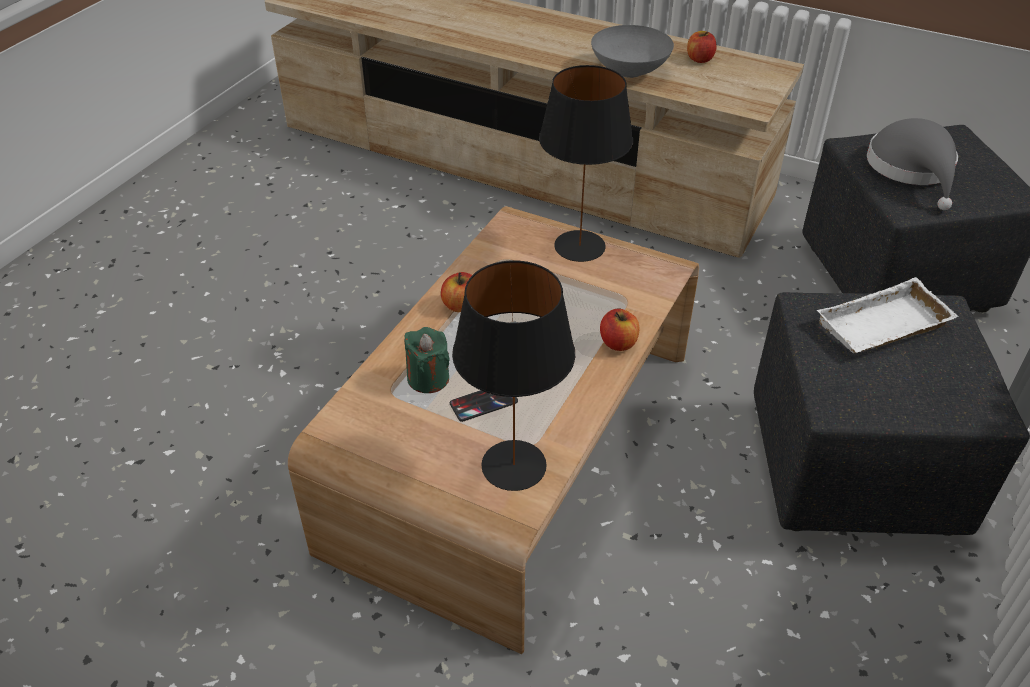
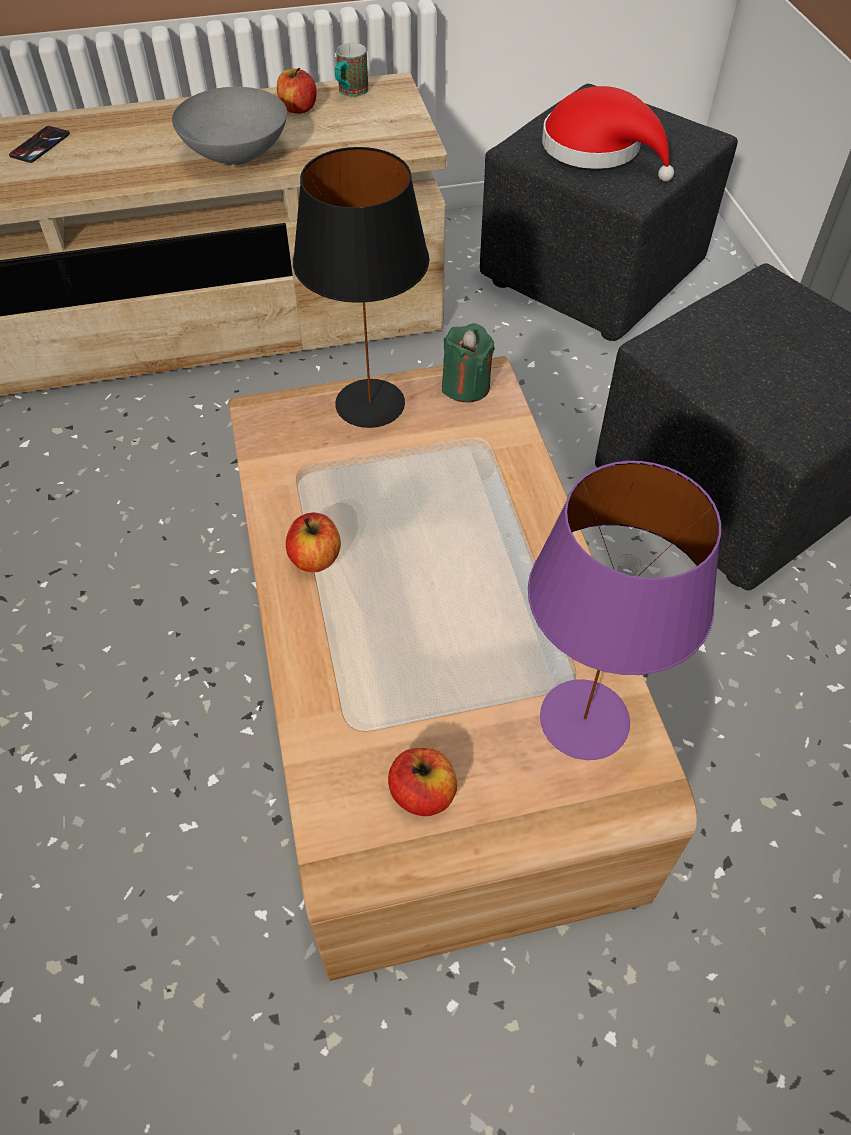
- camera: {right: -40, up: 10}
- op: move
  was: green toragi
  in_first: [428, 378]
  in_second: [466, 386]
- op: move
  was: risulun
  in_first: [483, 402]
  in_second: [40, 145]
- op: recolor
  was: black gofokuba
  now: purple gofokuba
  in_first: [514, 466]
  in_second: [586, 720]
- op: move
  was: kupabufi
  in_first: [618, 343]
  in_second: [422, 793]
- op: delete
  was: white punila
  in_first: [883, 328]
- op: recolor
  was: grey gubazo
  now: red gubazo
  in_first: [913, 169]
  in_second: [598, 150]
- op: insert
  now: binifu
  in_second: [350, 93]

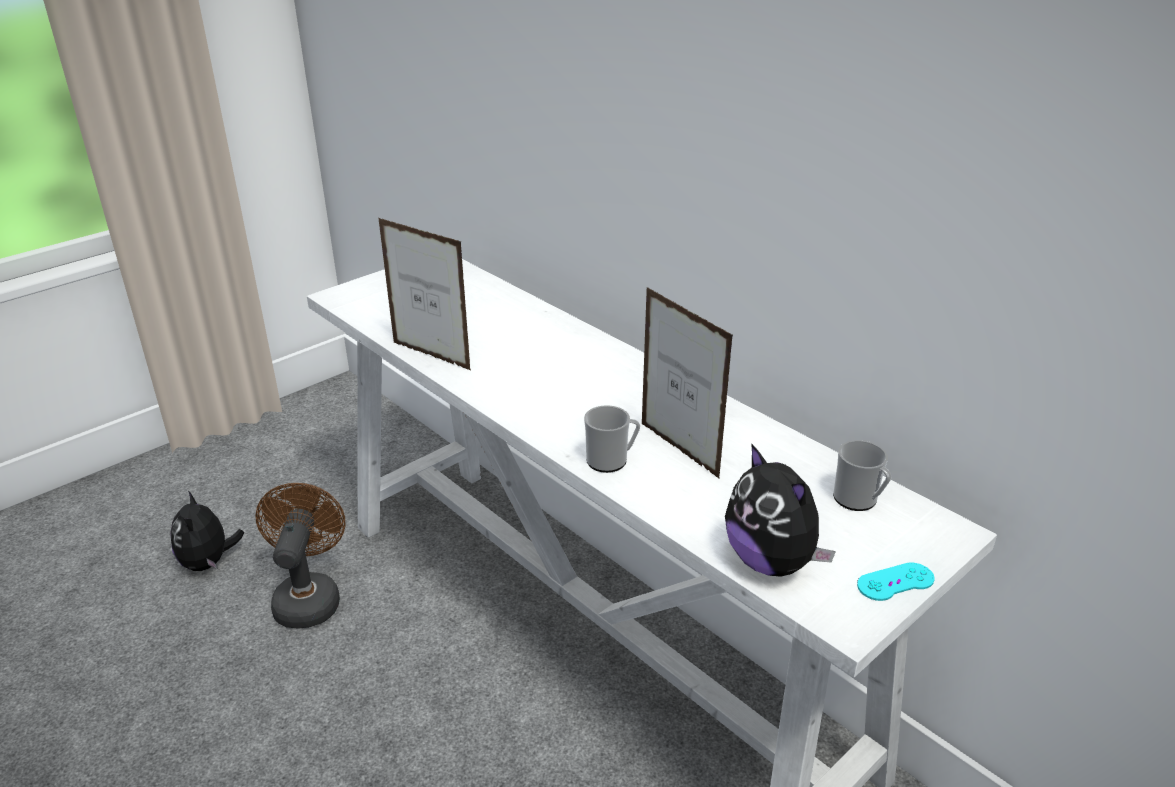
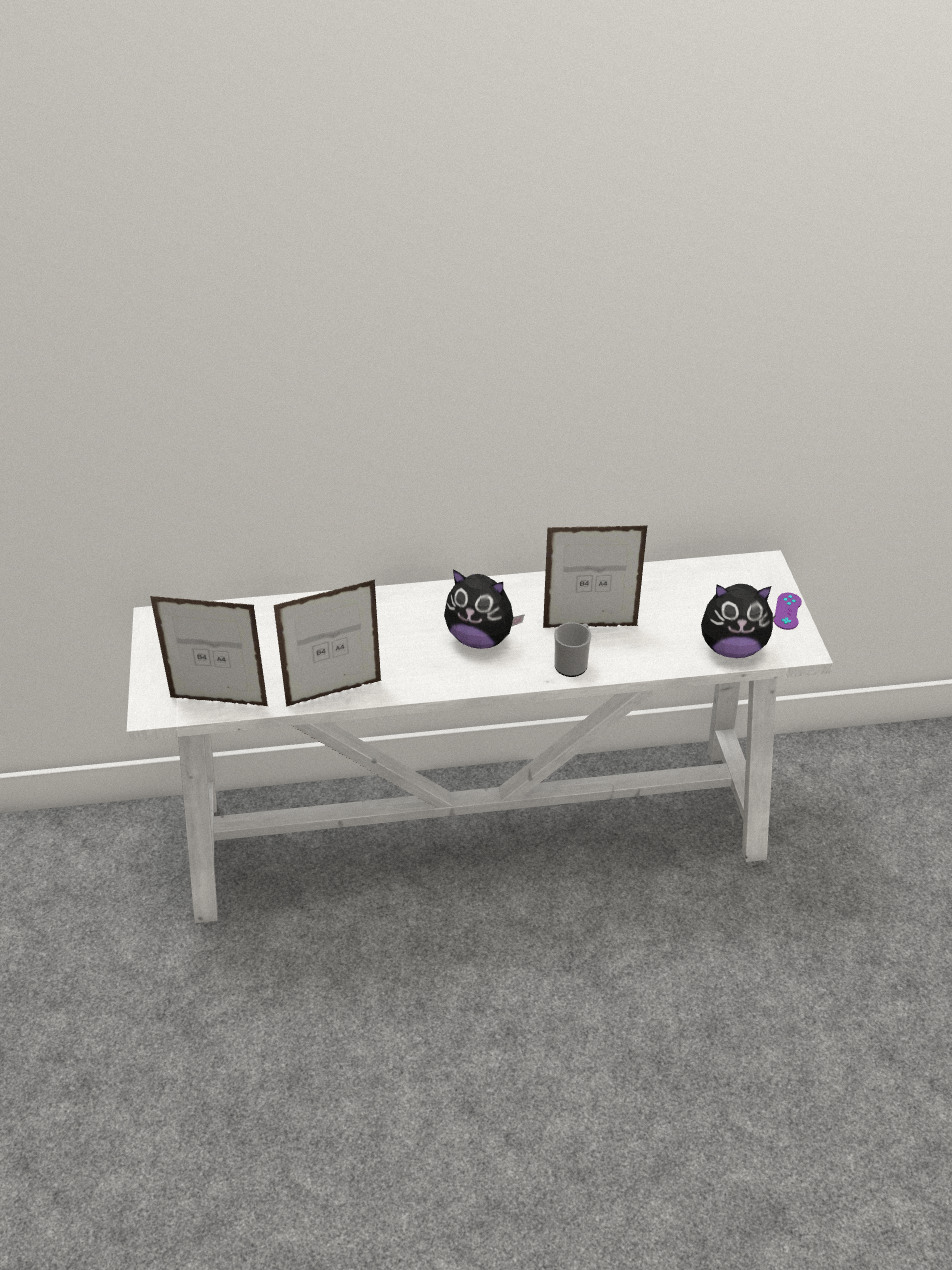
- camera: {right: -55, up: 10}
- op: move
  was: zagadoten
  in_first: [209, 562]
  in_second: [480, 638]
- op: delete
  was: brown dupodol
  in_first: [309, 597]
- op: delete
  was: binifu
  in_first: [859, 500]
- op: recolor
  was: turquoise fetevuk
  now: purple fetevuk
  in_first: [895, 582]
  in_second: [787, 611]
- op: insert
  now: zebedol
  in_second: [219, 701]

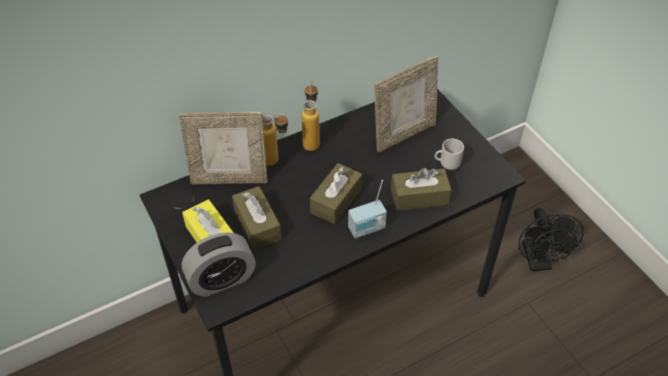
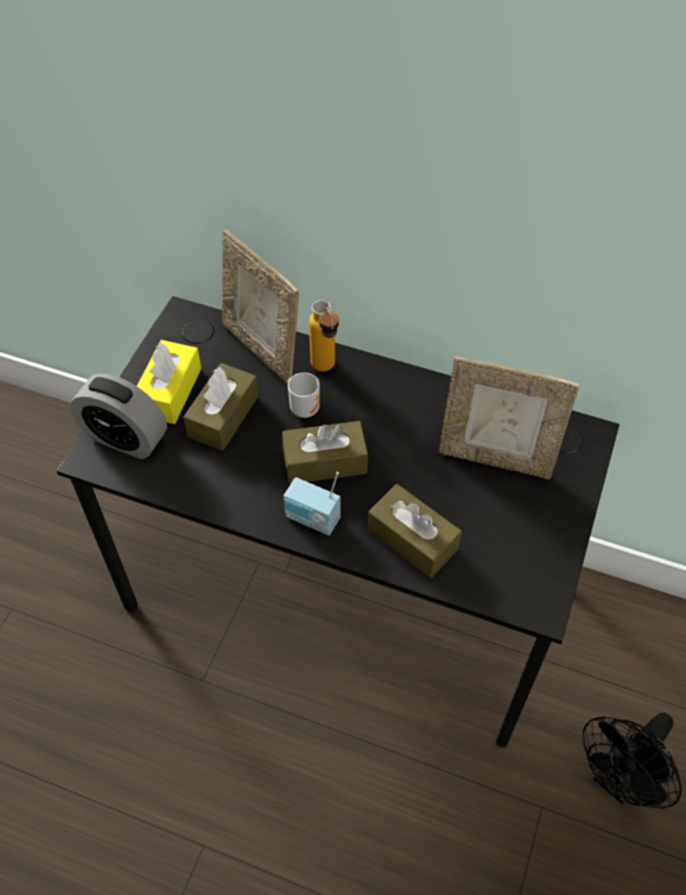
- camera: {right: 50, up: 5}
- op: delete
  was: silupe
  in_first: [311, 140]
- op: move
  was: binifu
  in_first: [448, 164]
  in_second: [304, 408]

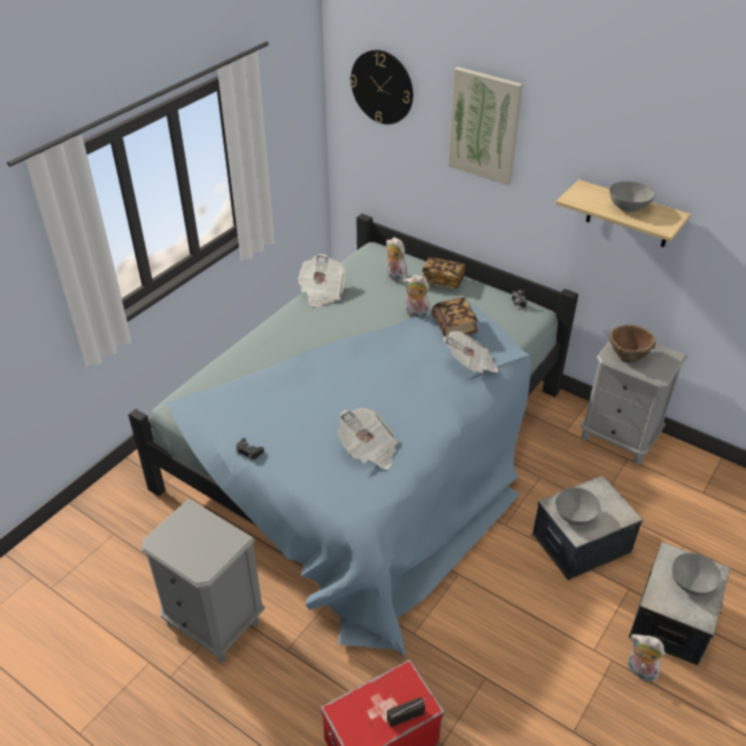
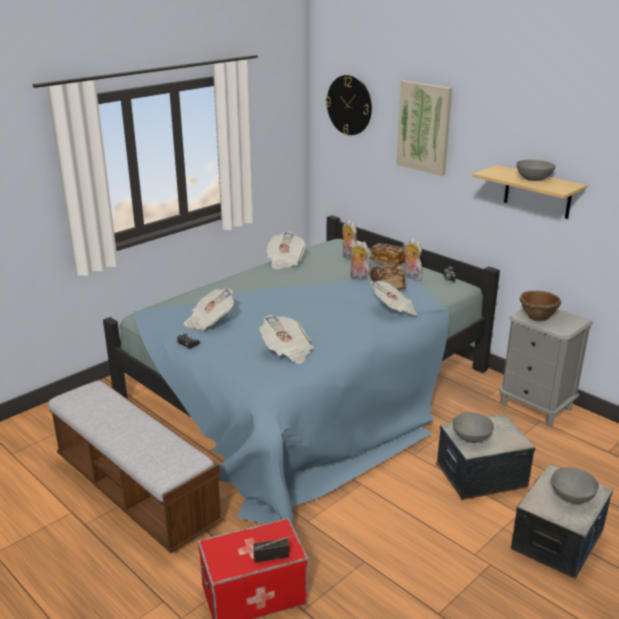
- camera: {right: 10, up: -15}
- op: replace
  was: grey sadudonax
  now: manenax
  in_first: [214, 621]
  in_second: [136, 491]
- op: move
  was: zagadoten
  in_first: [639, 671]
  in_second: [410, 277]
- op: insert
  now: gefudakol
  in_second: [209, 321]

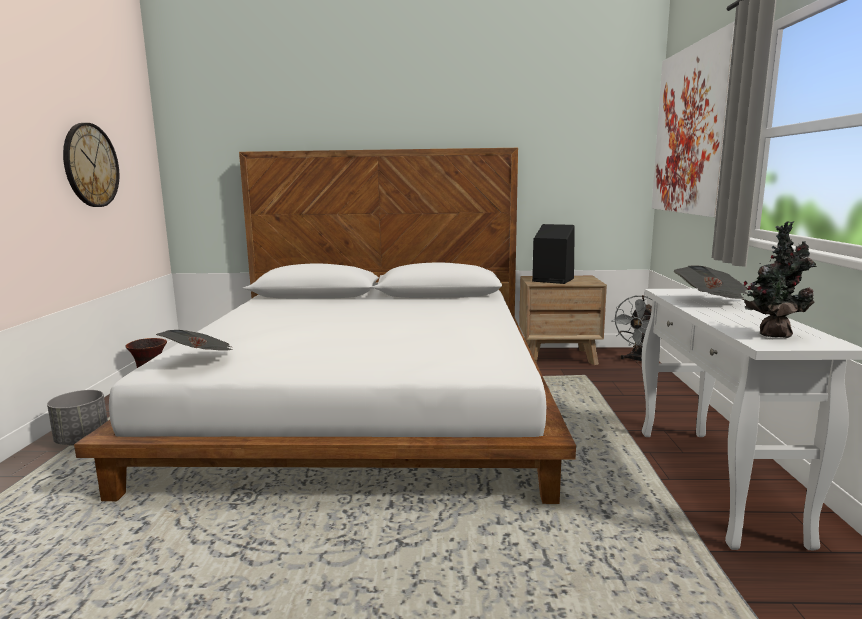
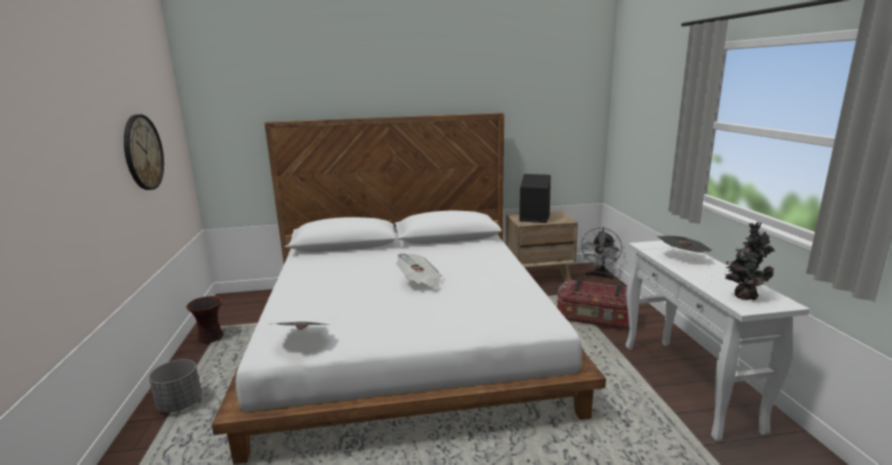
- camera: {right: -10, up: 5}
- op: delete
  was: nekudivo
  in_first: [693, 130]
- op: insert
  now: gefudakol
  in_second: [420, 282]
- op: insert
  now: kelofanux
  in_second: [595, 319]

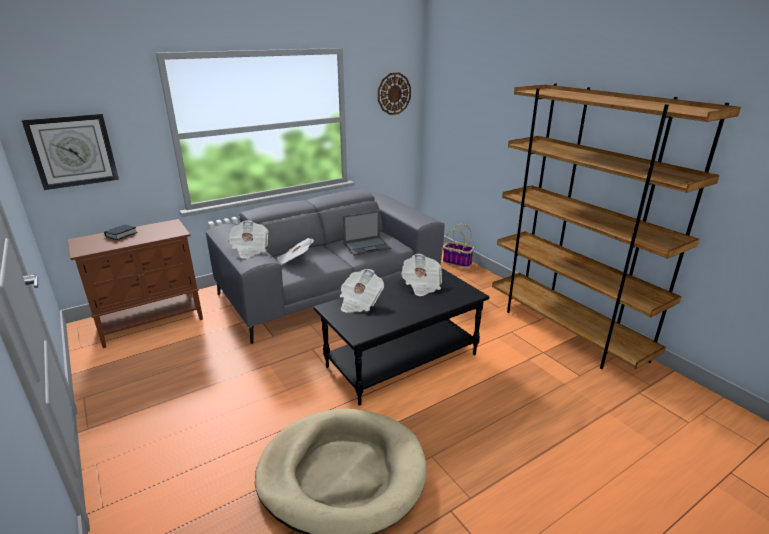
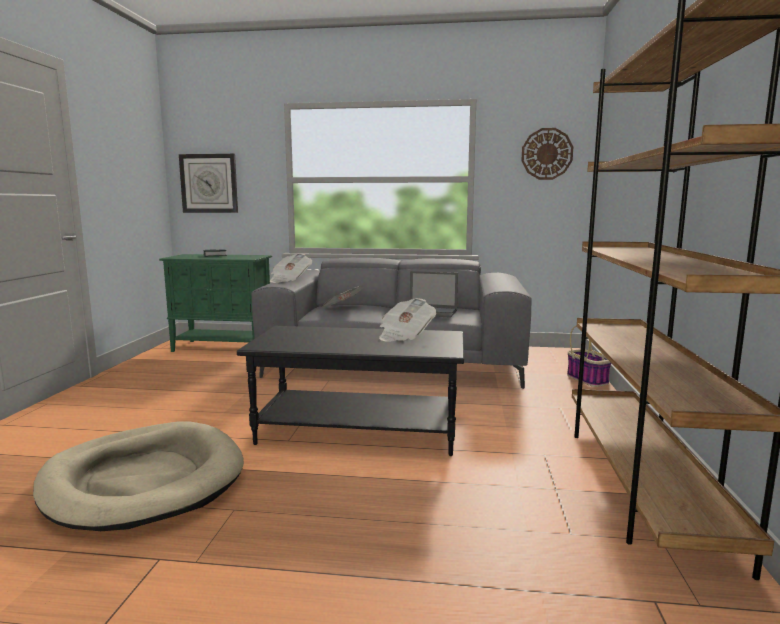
- camera: {right: 40, up: -15}
- op: recolor
  was: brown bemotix
  now: green bemotix
  in_first: [152, 322]
  in_second: [224, 347]
- op: delete
  was: gefudakol
  in_first: [359, 302]

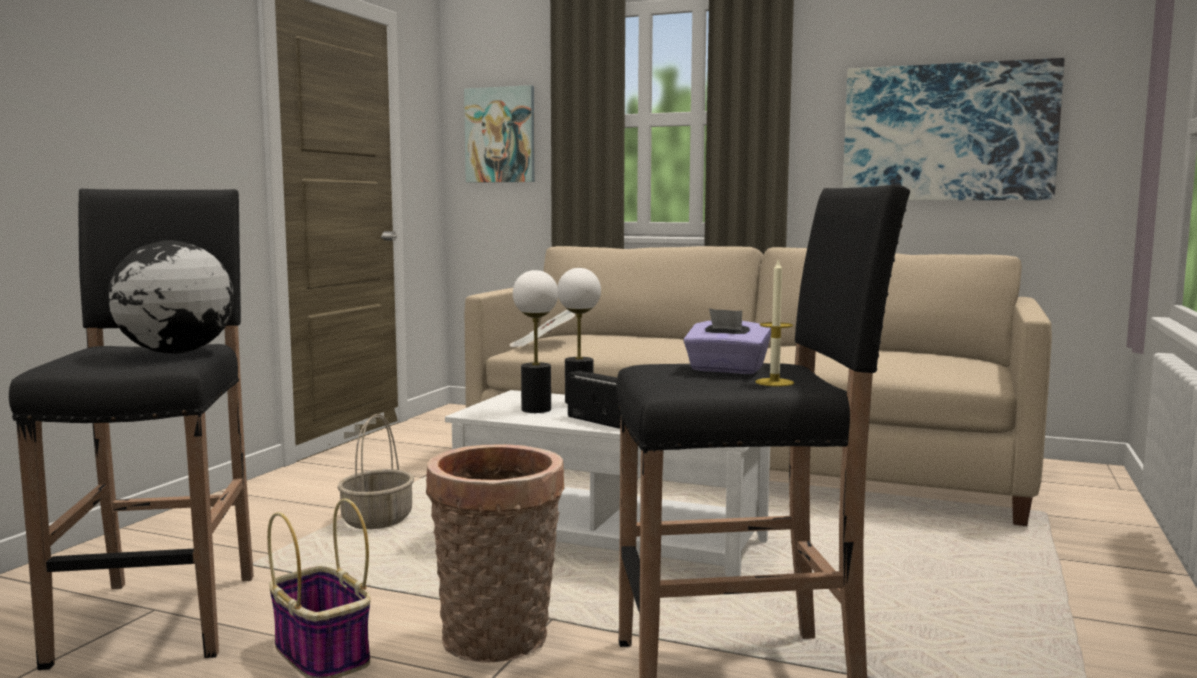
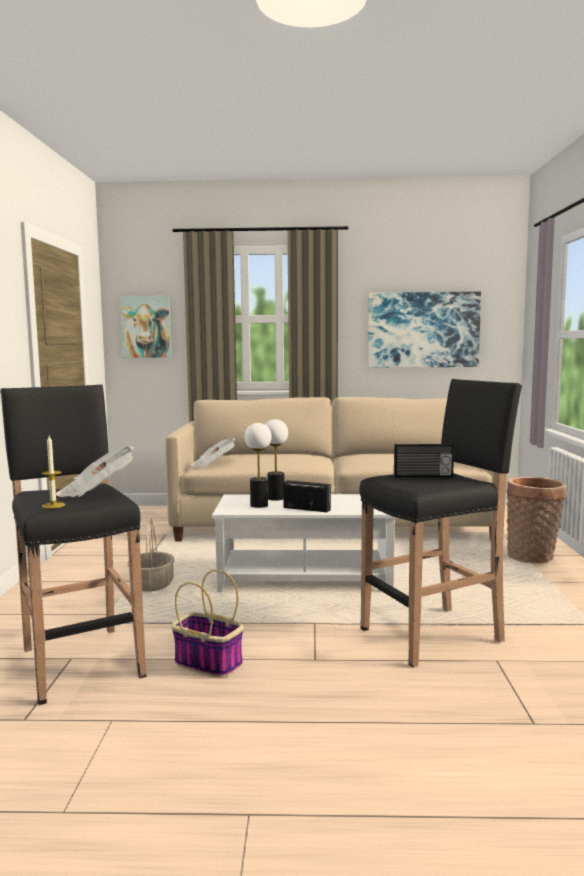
- camera: {right: -20, up: 0}
- op: replace
  was: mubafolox
  now: gefudakol
  in_first: [174, 353]
  in_second: [97, 492]
- op: move
  was: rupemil
  in_first: [498, 642]
  in_second: [533, 557]
- op: replace
  was: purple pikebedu
  now: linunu
  in_first: [726, 370]
  in_second: [423, 476]
- op: move
  was: toragi
  in_first: [774, 382]
  in_second: [53, 505]

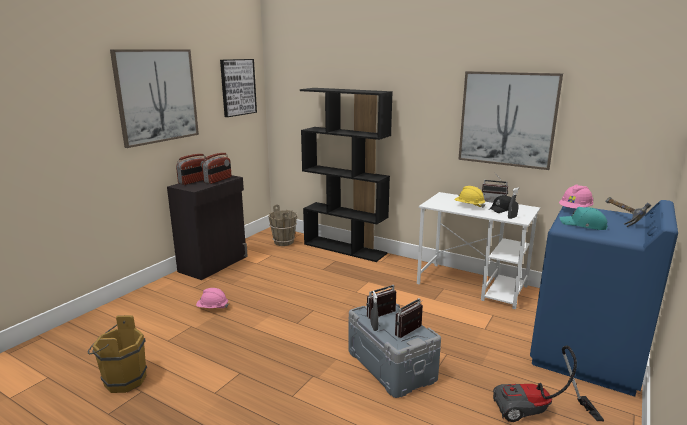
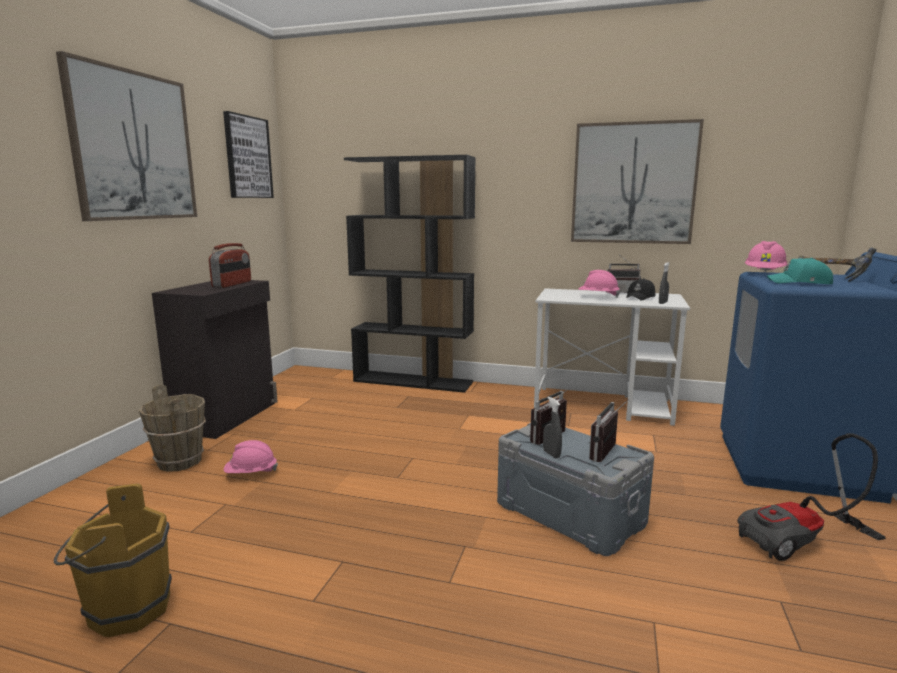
- camera: {right: -15, up: -5}
- op: delete
  was: linunu
  in_first: [194, 181]
- op: move
  was: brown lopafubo
  in_first: [284, 242]
  in_second: [180, 462]
- op: recolor
  was: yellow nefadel
  now: pink nefadel
  in_first: [469, 206]
  in_second: [598, 297]

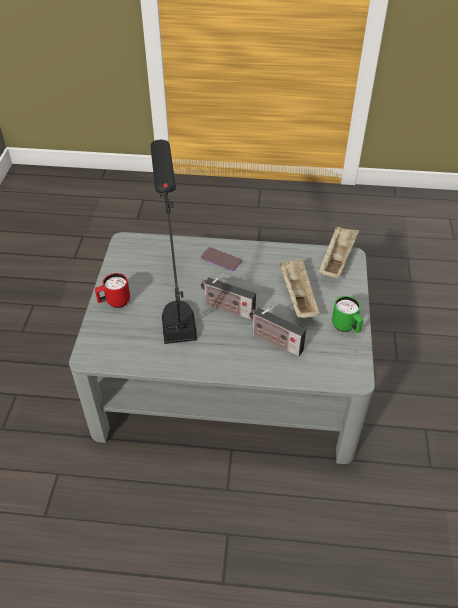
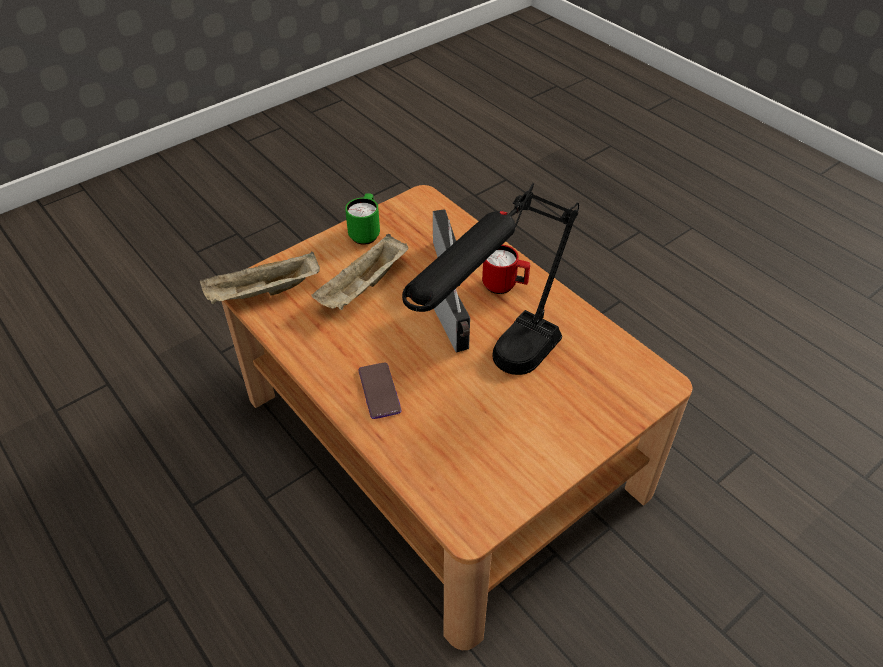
- camera: {right: -135, up: 0}
- op: recolor
  was: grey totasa
  now: brown totasa
  in_first: [229, 377]
  in_second: [440, 441]
- op: move
  was: red binifu
  in_first: [114, 302]
  in_second: [504, 286]

